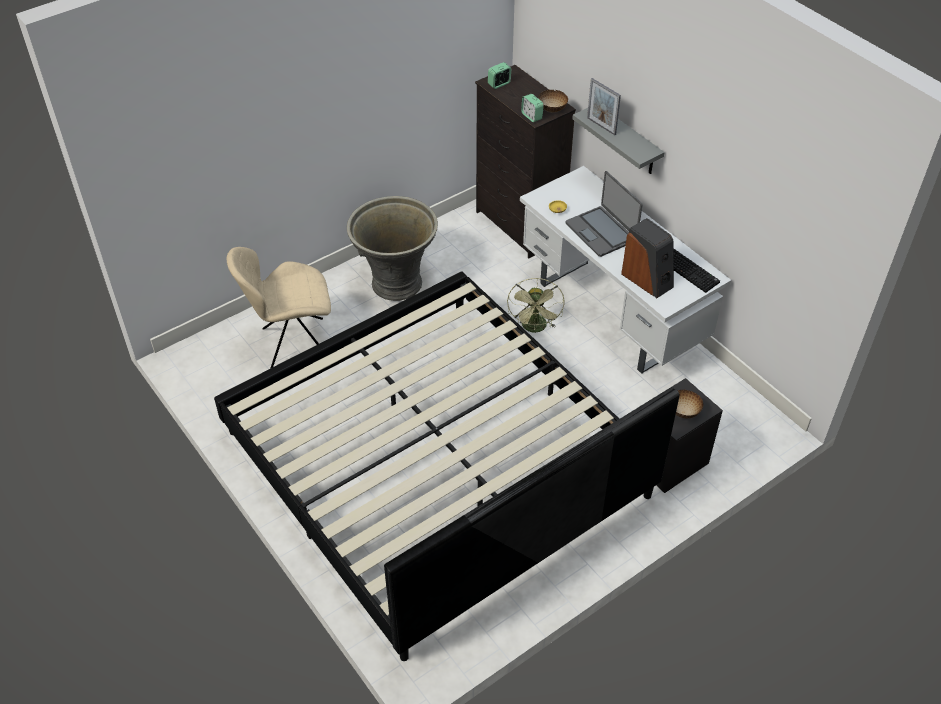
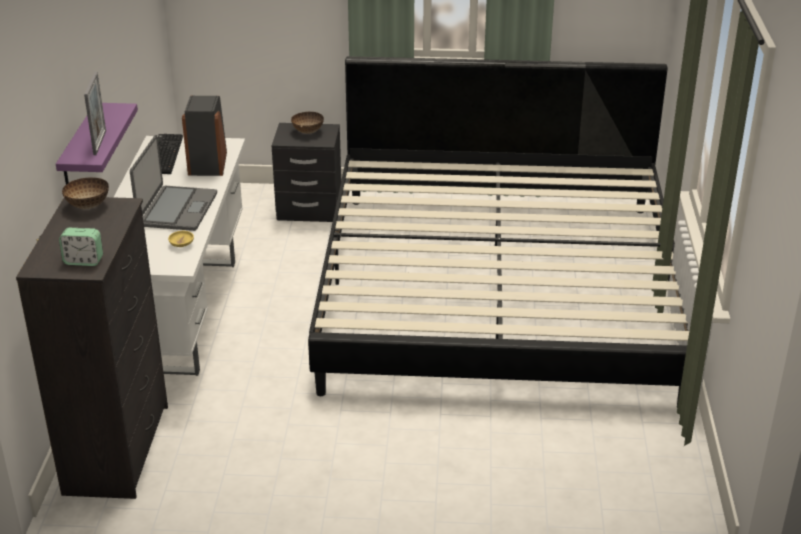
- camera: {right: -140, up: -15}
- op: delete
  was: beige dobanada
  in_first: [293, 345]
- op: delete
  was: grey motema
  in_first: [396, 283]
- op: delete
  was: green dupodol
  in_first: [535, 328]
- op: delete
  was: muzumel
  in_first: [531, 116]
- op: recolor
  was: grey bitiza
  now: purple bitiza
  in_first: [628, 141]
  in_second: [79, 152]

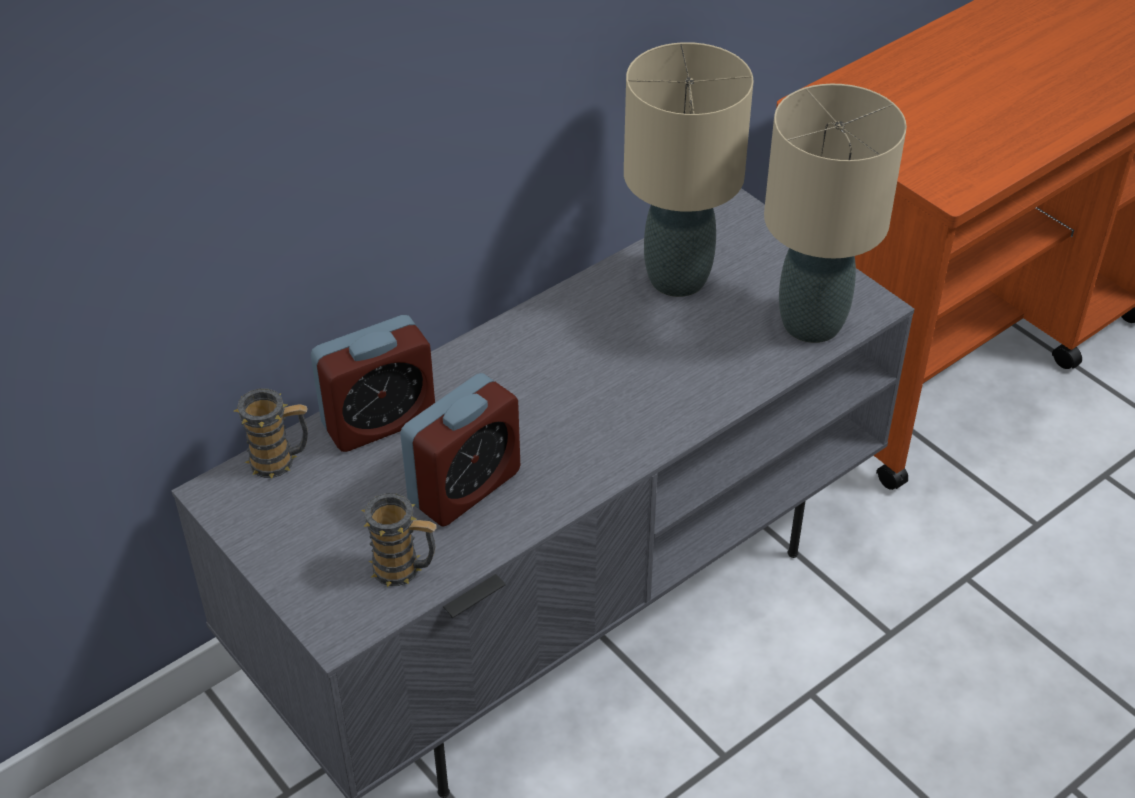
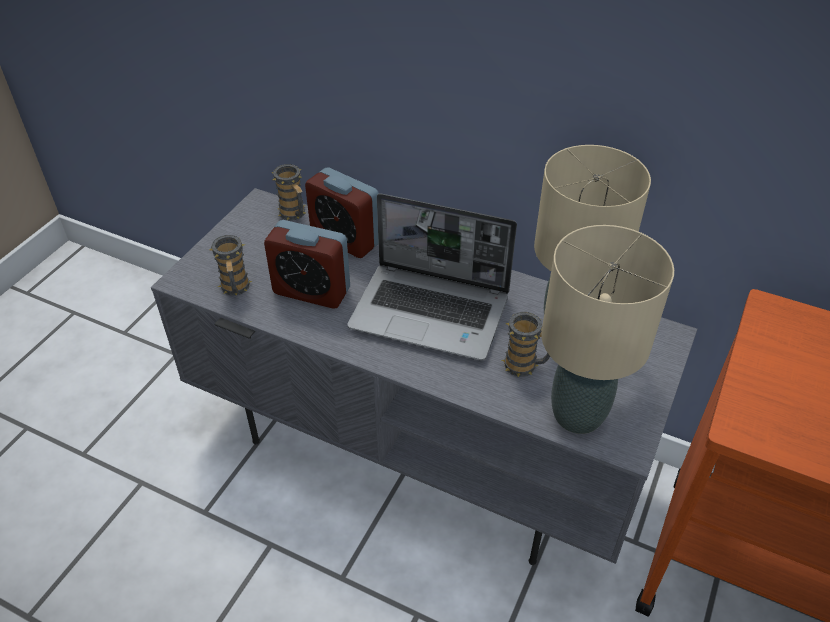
- camera: {right: 65, up: 0}
- op: insert
  now: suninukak
  in_second: [432, 312]
- op: insert
  now: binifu
  in_second: [526, 365]

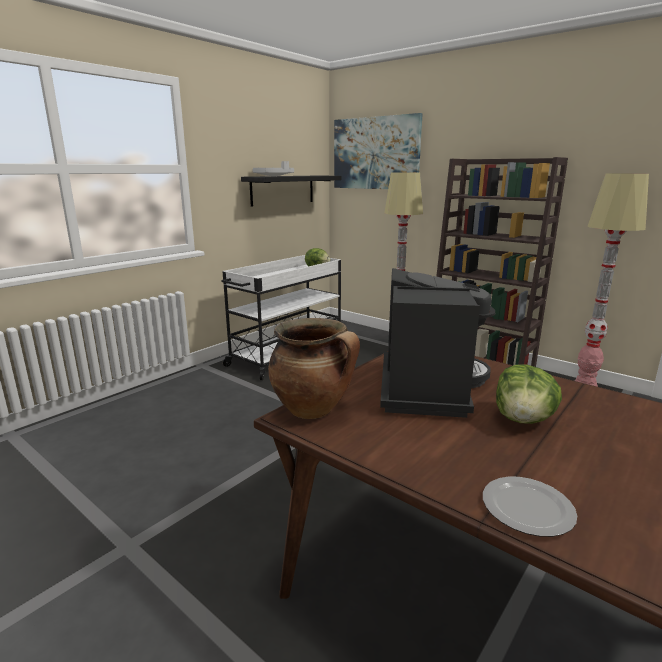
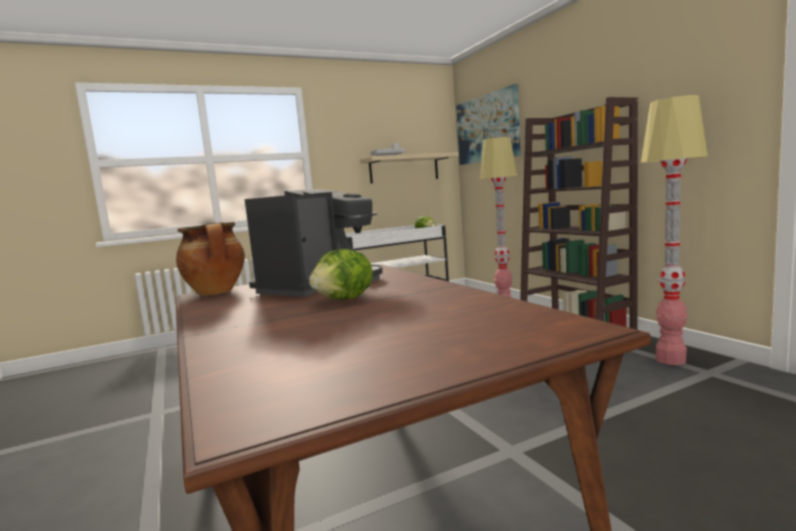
- camera: {right: 25, up: -10}
- op: recolor
  was: black bitiza
  now: beige bitiza
  in_first: [282, 190]
  in_second: [404, 169]
- op: delete
  was: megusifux
  in_first: [526, 509]

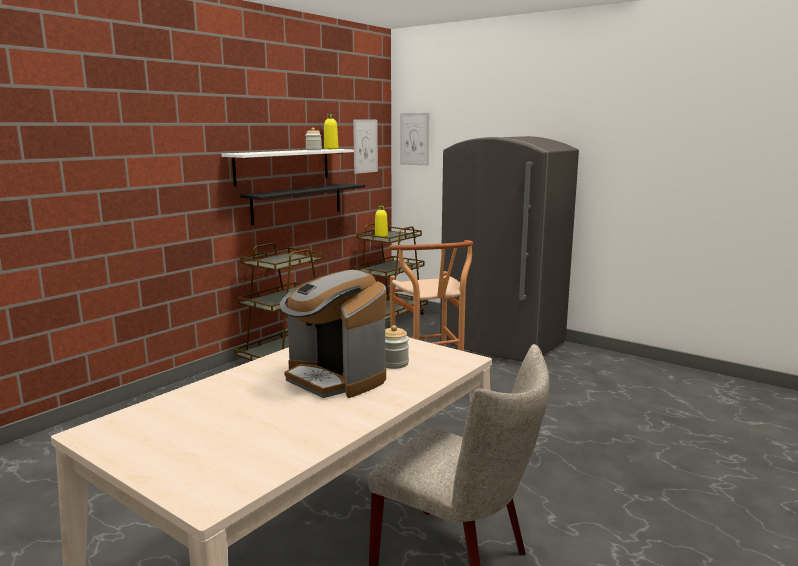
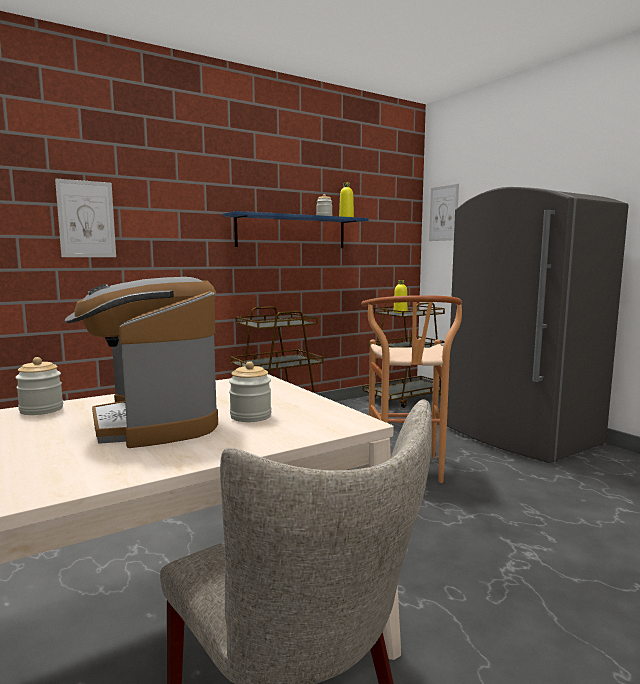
- camera: {right: 20, up: -5}
- op: recolor
  was: white bitiza
  now: blue bitiza
  in_first: [283, 166]
  in_second: [292, 232]
- op: delete
  was: black bitiza
  in_first: [297, 203]
- op: move
  was: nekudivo
  in_first: [365, 146]
  in_second: [86, 219]
- op: insert
  now: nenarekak
  in_second: [41, 410]

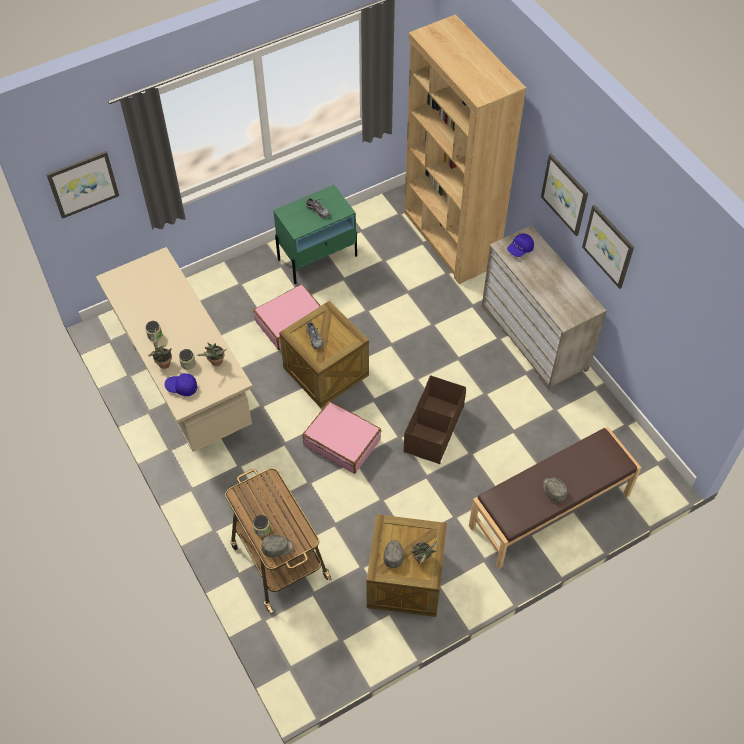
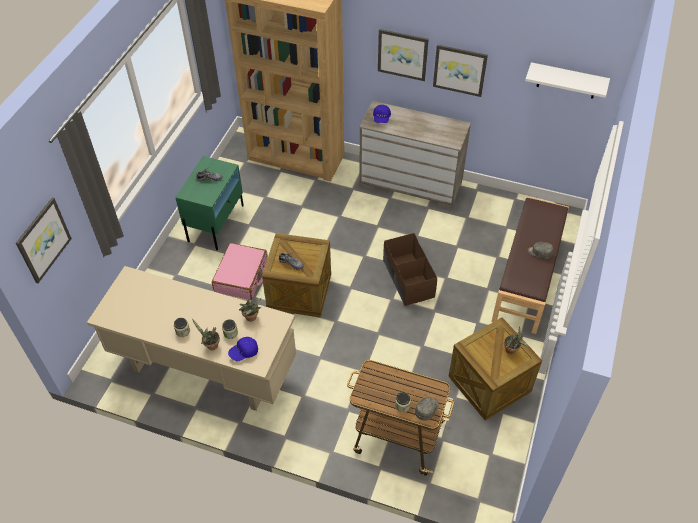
- camera: {right: -40, up: -5}
- op: delete
  was: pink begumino
  in_first: [342, 442]
- op: delete
  was: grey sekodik
  in_first: [393, 554]
- op: insert
  now: white bitiza
  in_second: [567, 81]

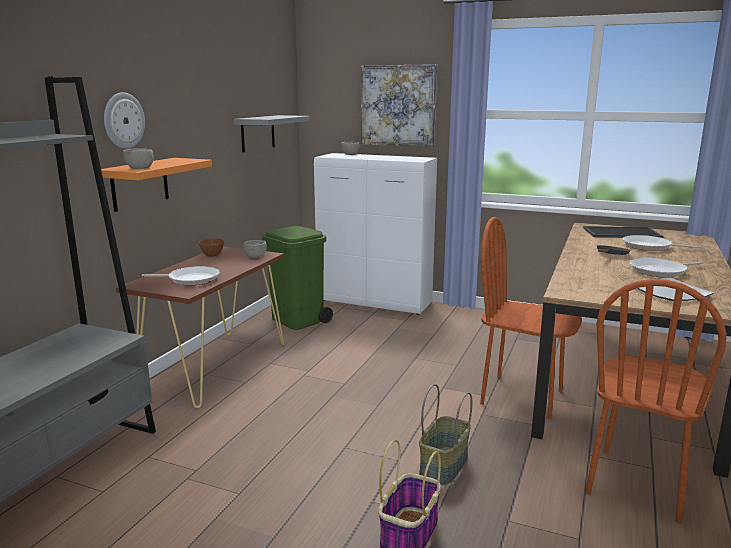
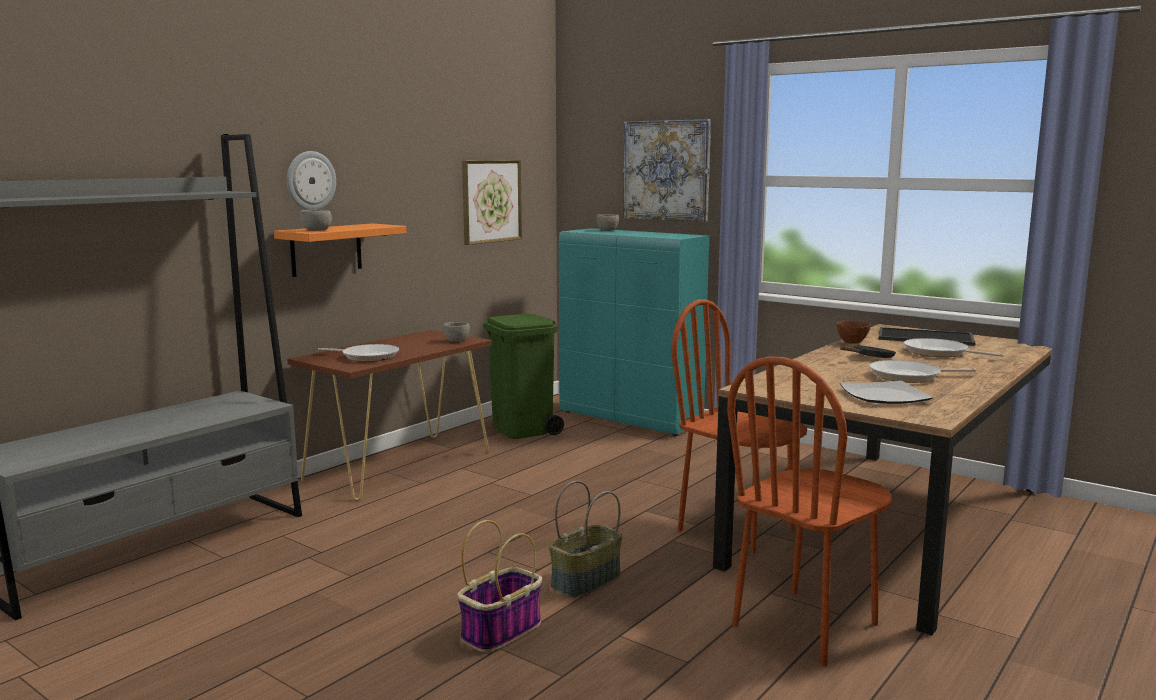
- camera: {right: 15, up: -5}
- op: move
  was: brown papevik
  in_first: [213, 255]
  in_second: [852, 343]
- op: replace
  was: grey bitiza
  now: nekudivo
  in_first: [257, 133]
  in_second: [491, 201]
- op: recolor
  was: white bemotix
  now: turquoise bemotix
  in_first: [375, 302]
  in_second: [631, 419]

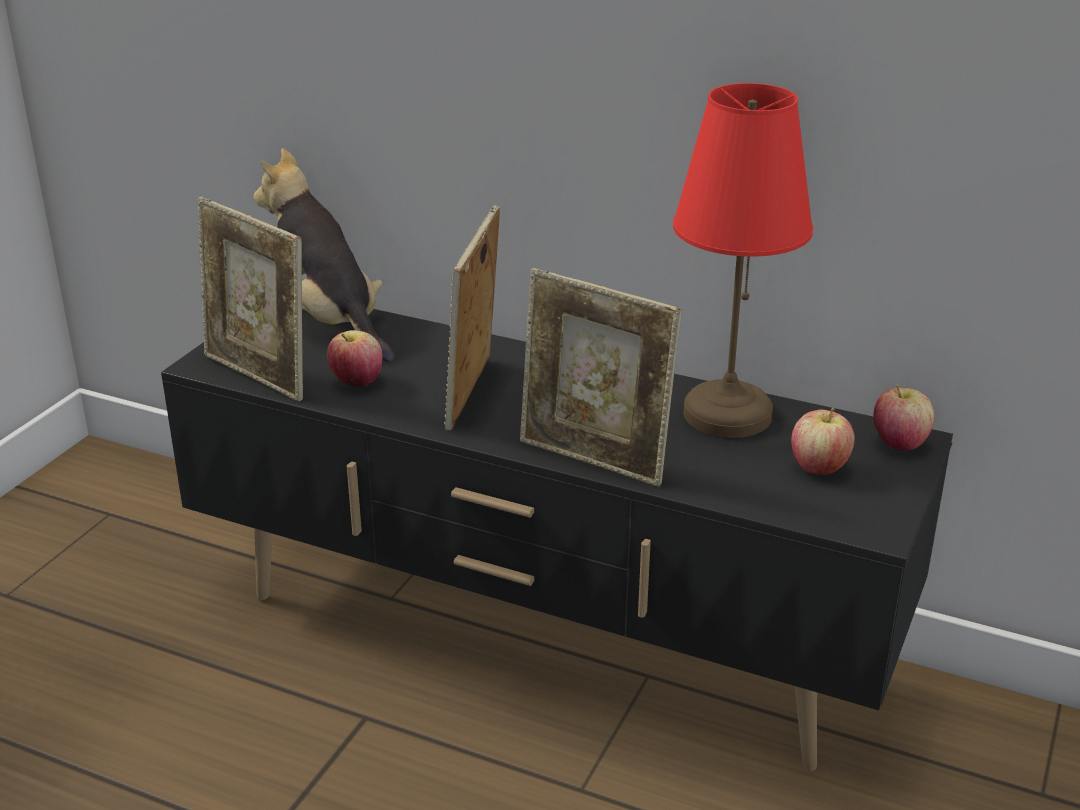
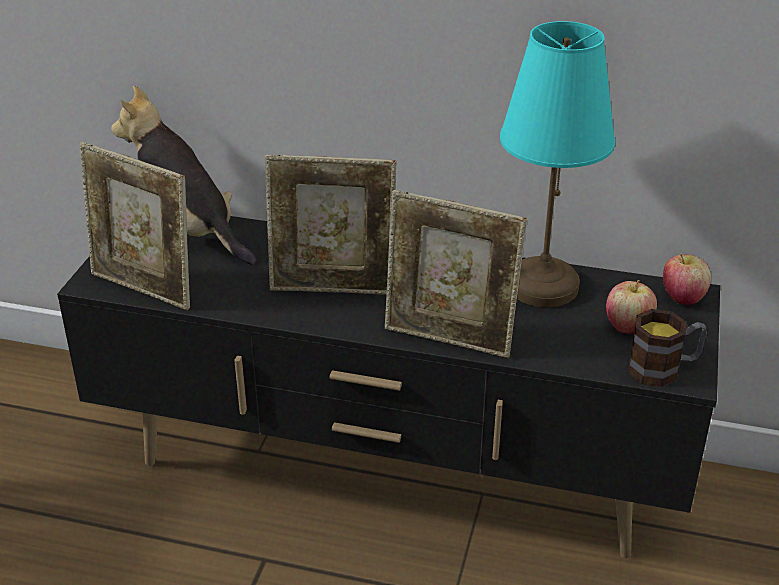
- camera: {right: -10, up: 5}
- op: delete
  was: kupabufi
  in_first: [357, 382]
- op: rotate
  was: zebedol
  in_first: [474, 394]
  in_second: [333, 288]
  clockwise: -90
- op: recolor
  was: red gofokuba
  now: turquoise gofokuba
  in_first: [727, 415]
  in_second: [543, 287]
- op: insert
  now: binifu
  in_second: [664, 369]

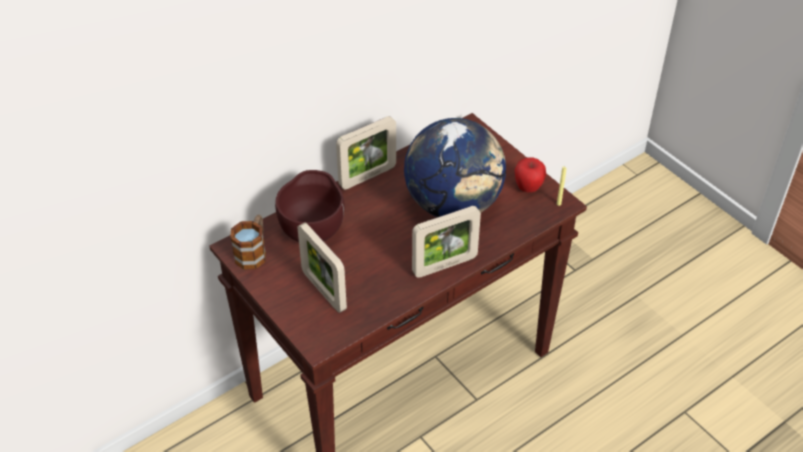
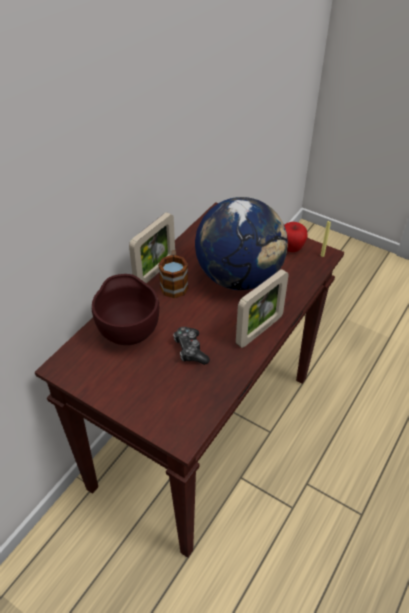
- camera: {right: -20, up: 0}
- op: move
  was: binifu
  in_first: [253, 252]
  in_second: [174, 283]
- op: delete
  was: zebedol
  in_first: [324, 291]
- op: insert
  now: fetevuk
  in_second: [190, 350]

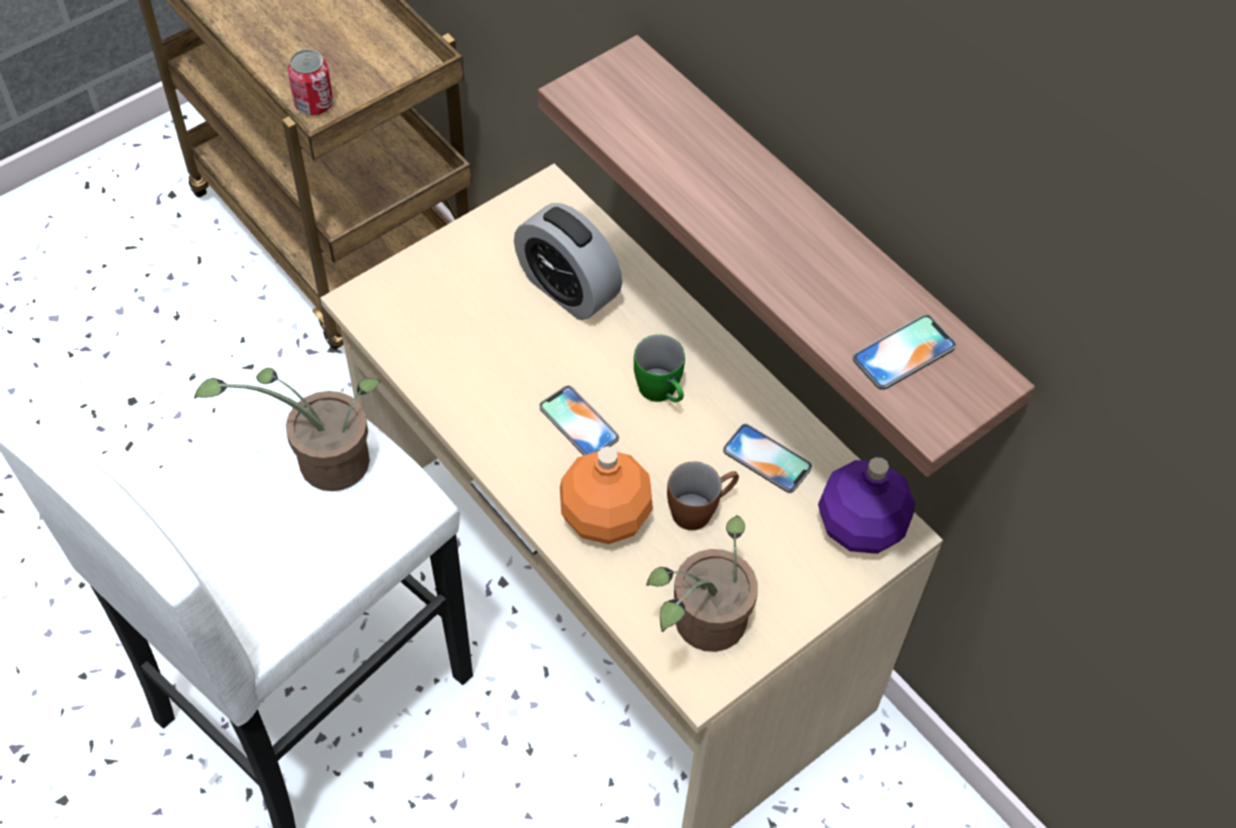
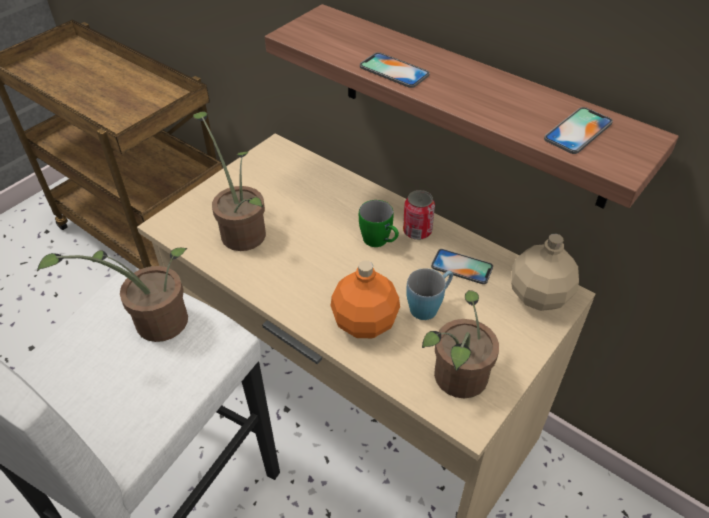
- camera: {right: -10, up: -10}
- op: move
  was: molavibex
  in_first: [314, 104]
  in_second: [417, 231]
- op: delete
  was: muzumel
  in_first: [567, 289]
- op: move
  was: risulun
  in_first: [578, 422]
  in_second: [394, 71]
- op: recolor
  was: brown binifu
  now: blue binifu
  in_first: [700, 509]
  in_second: [429, 305]
- op: recolor
  was: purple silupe
  now: beige silupe
  in_first: [859, 527]
  in_second: [538, 296]
- op: insert
  now: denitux
  in_second: [242, 230]

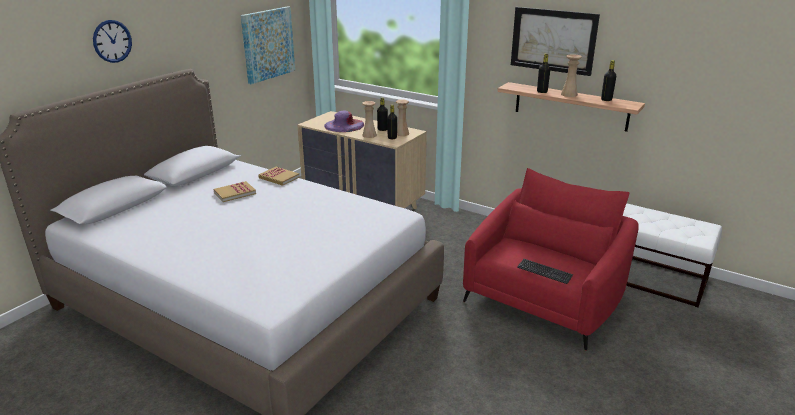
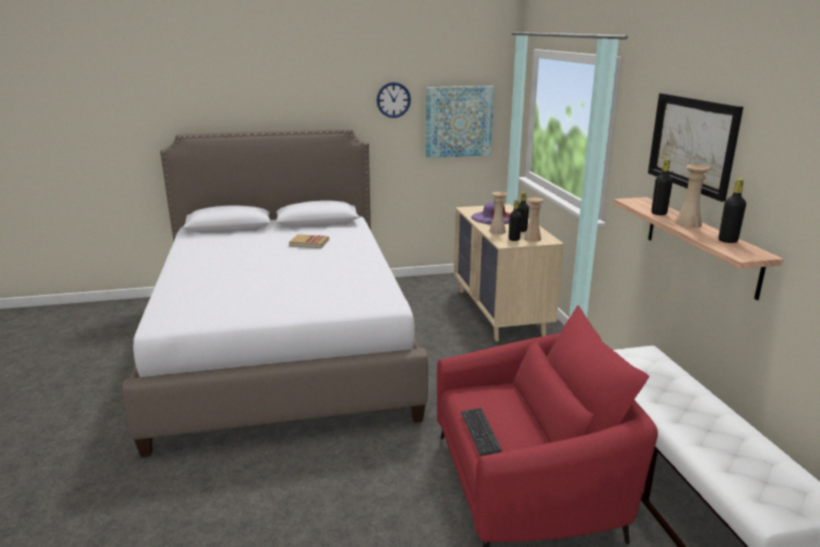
- camera: {right: 45, up: -5}
- op: move
  was: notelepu
  in_first: [112, 41]
  in_second: [393, 100]
- op: delete
  was: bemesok
  in_first: [279, 177]

